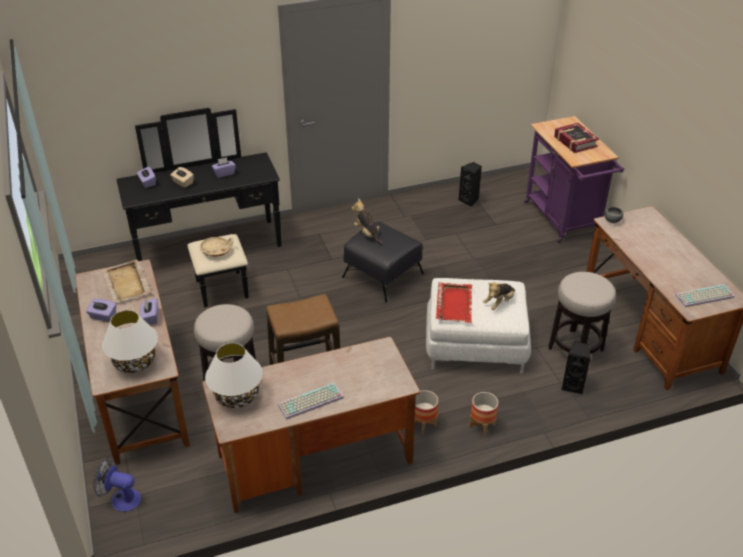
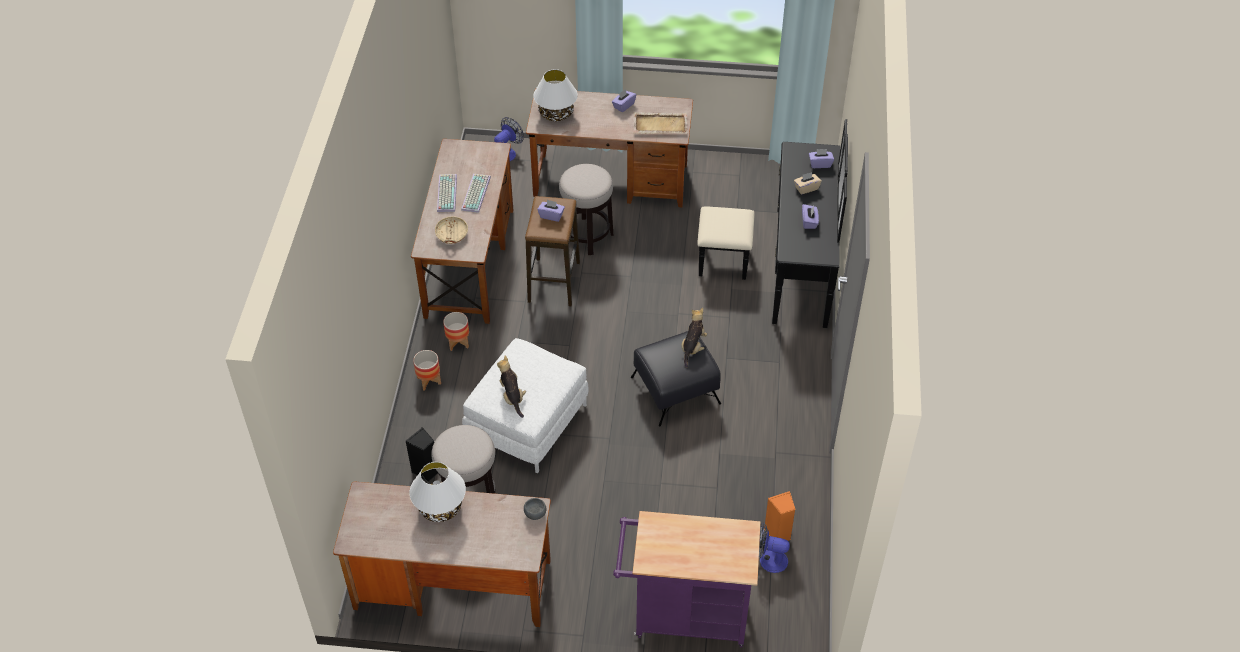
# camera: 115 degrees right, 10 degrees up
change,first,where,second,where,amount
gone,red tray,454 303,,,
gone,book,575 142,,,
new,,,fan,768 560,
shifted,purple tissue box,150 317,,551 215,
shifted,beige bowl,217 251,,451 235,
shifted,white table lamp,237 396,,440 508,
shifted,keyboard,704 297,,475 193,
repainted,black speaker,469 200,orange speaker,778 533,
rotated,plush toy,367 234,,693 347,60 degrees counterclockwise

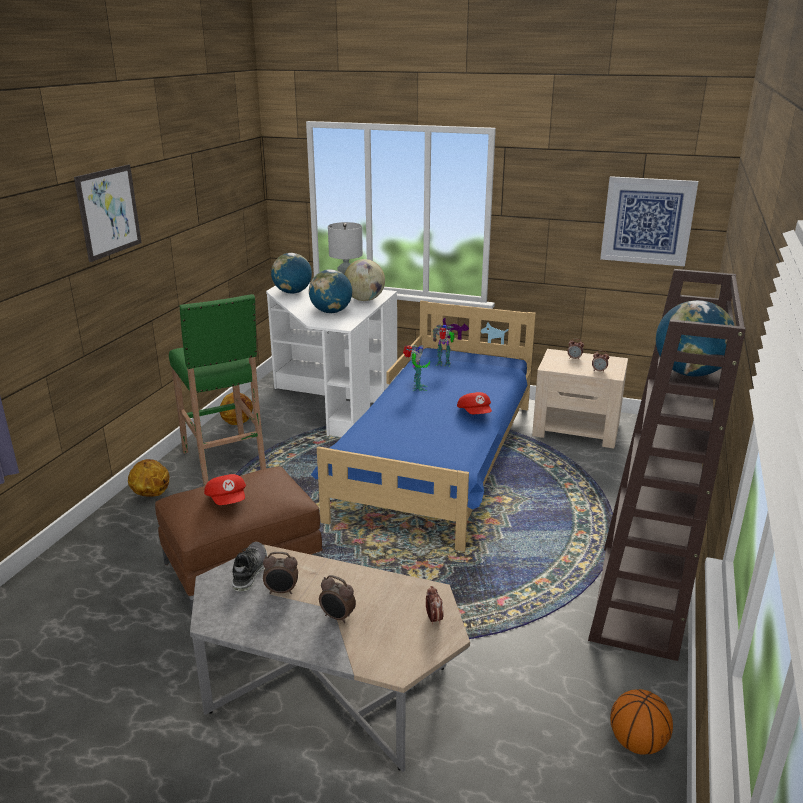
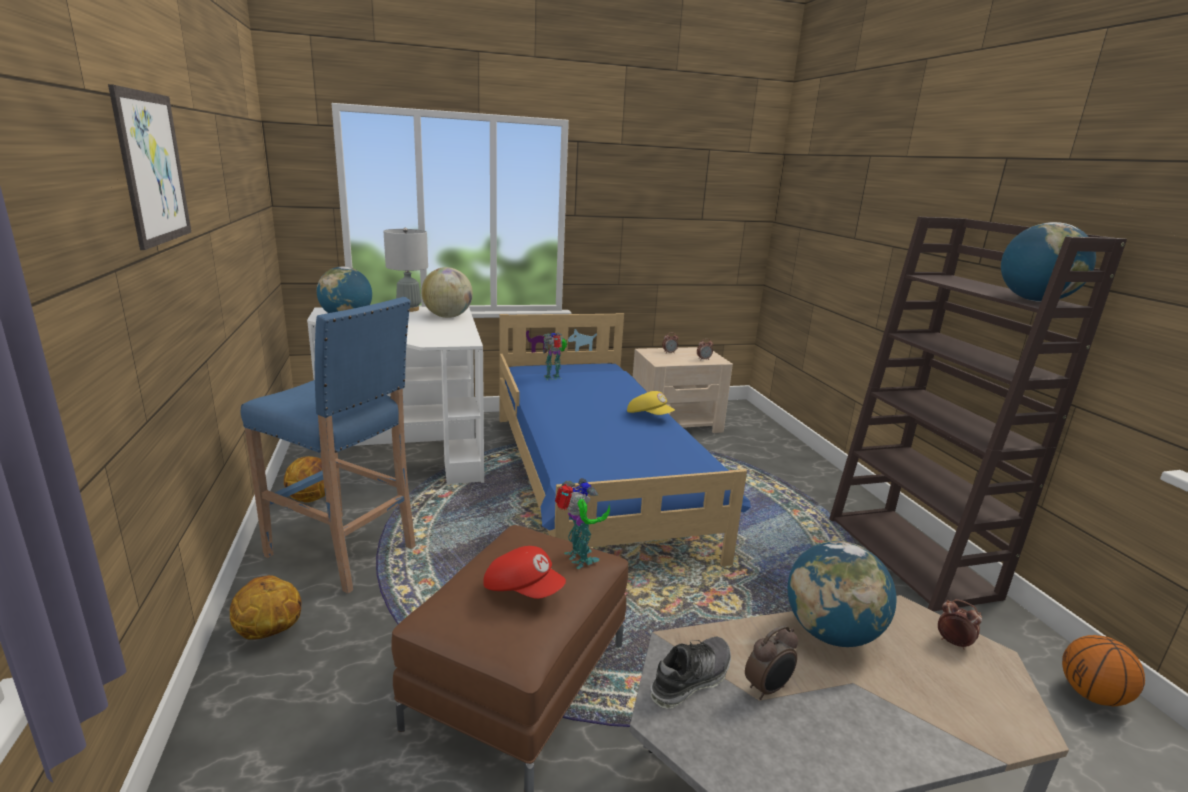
# camera: 35 degrees left, 5 degrees down
change,first,where,second,where,amount
gone,alarm clock,337 617,,,
gone,picture,647 221,,,
shifted,globe,331 312,,831 633,
shifted,toy robot,417 388,,579 559,
repainted,green stool,225 462,blue stool,344 552,
repainted,red cap,475 413,yellow cap,649 416,
rotated,shoe,250 571,,691 679,75 degrees clockwise

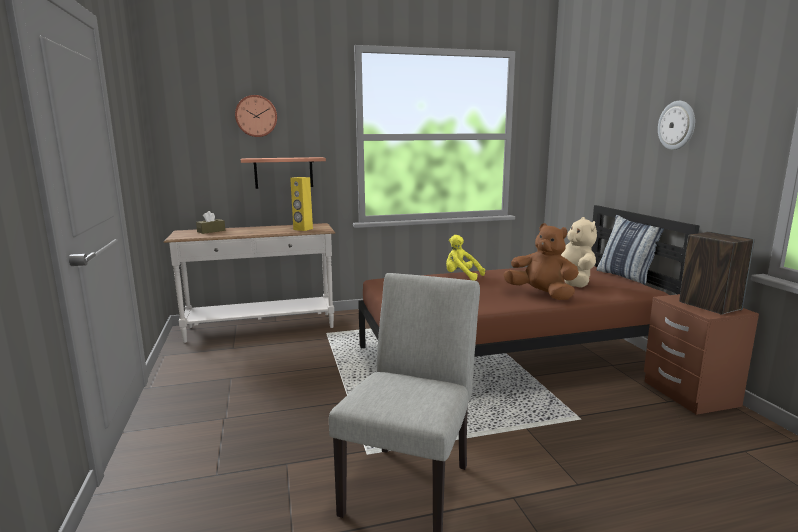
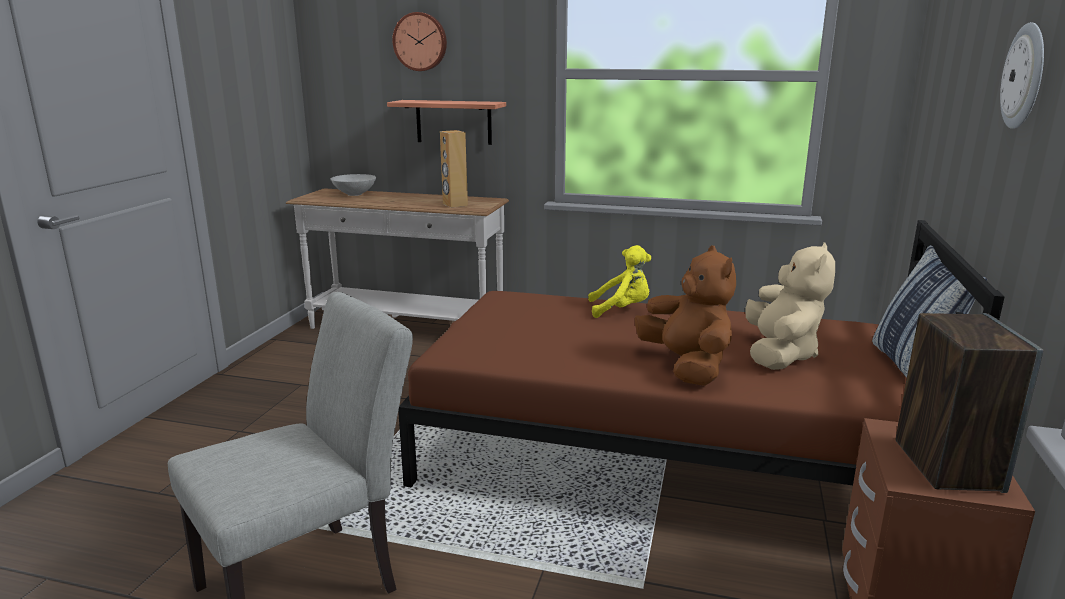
# camera: 30 degrees right, 5 degrees up
change,first,where,second,where,amount
swapped,brown tissue box,211 231,grey bowl,354 194,
repainted,yellow speaker,303 229,brown speaker,454 204,
rotated,yellow plush toy,461 276,,621 310,120 degrees clockwise

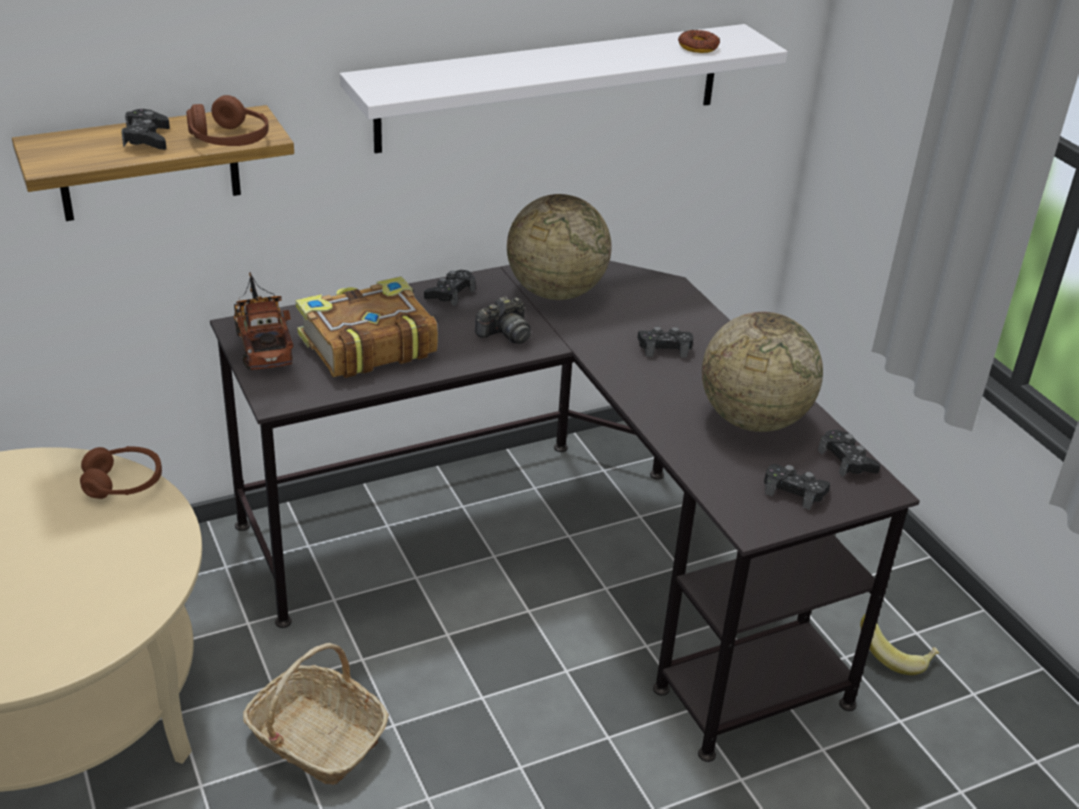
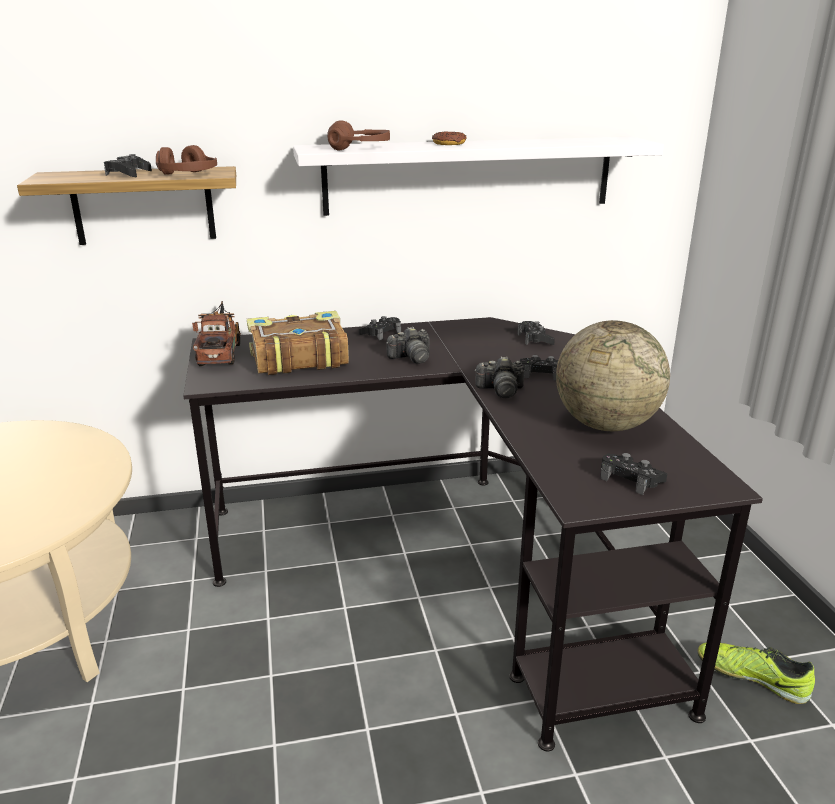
# camera: 15 degrees right, 10 degrees down
change,first,where,second,where,amount
gone,basket,316 739,,,
gone,globe,555 292,,,
new,,,photo camera,500 390,
shifted,brown headphones,123 483,,359 148,
shifted,donut,698 47,,449 143,
shifted,black game controller,847 460,,535 339,
swapped,banana,895 656,shoe,751 677,

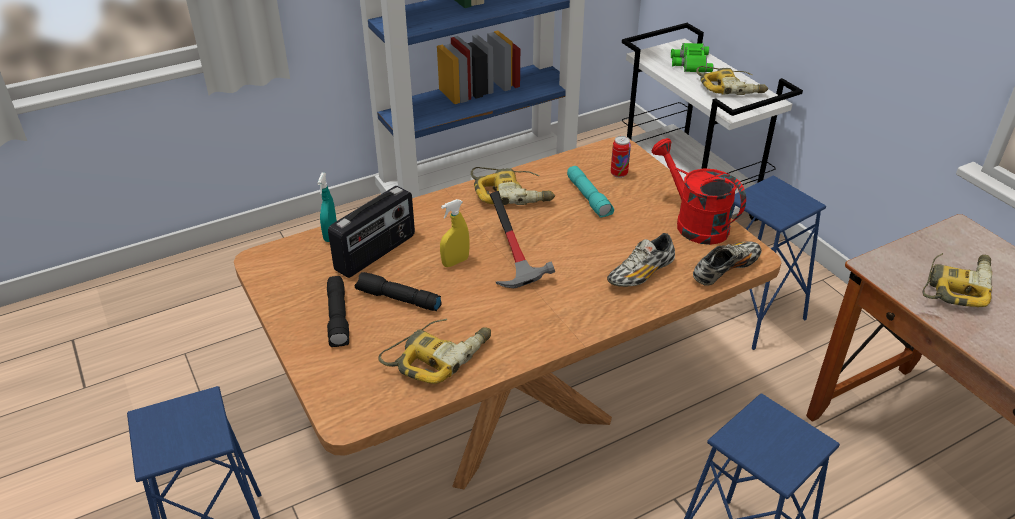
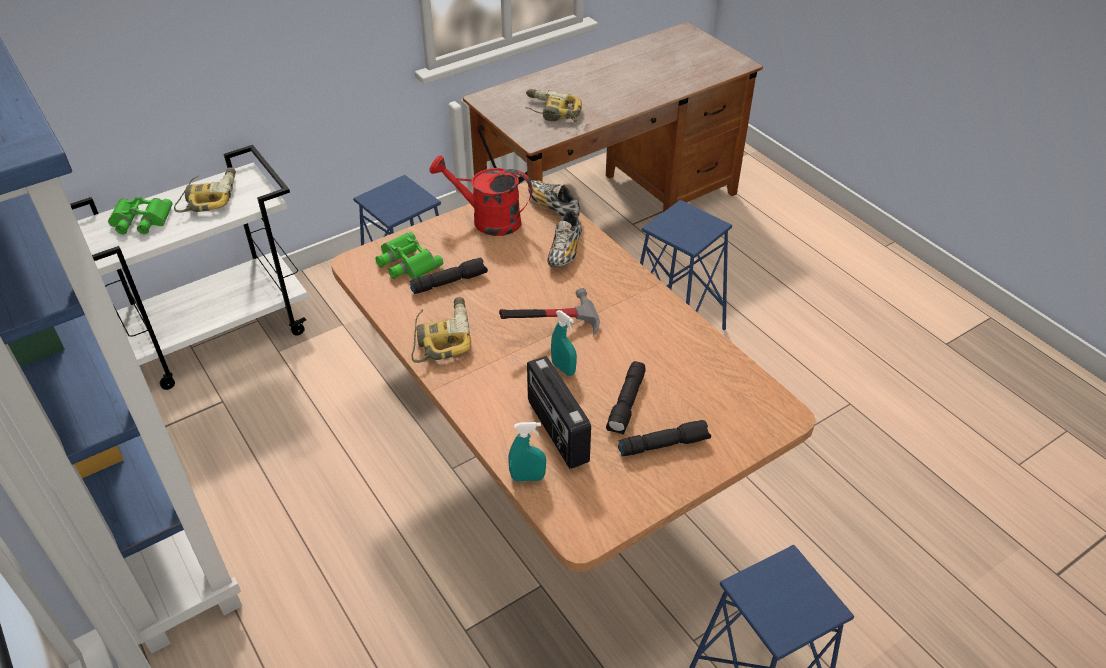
# camera: 95 degrees left, 5 degrees up
change,first,where,second,where,amount
gone,power drill,438 355,,,
swapped,can,619 174,green binoculars,406 262,
repainted,yellow spray bottle,455 262,turquoise spray bottle,563 368,
repainted,turquoise flashlight,589 198,black flashlight,449 282,
rotated,radio,376 253,,556 431,150 degrees counterclockwise
rotated,shoe,641 274,,565 251,60 degrees clockwise
rotated,red watering can,694 223,,487 220,60 degrees clockwise

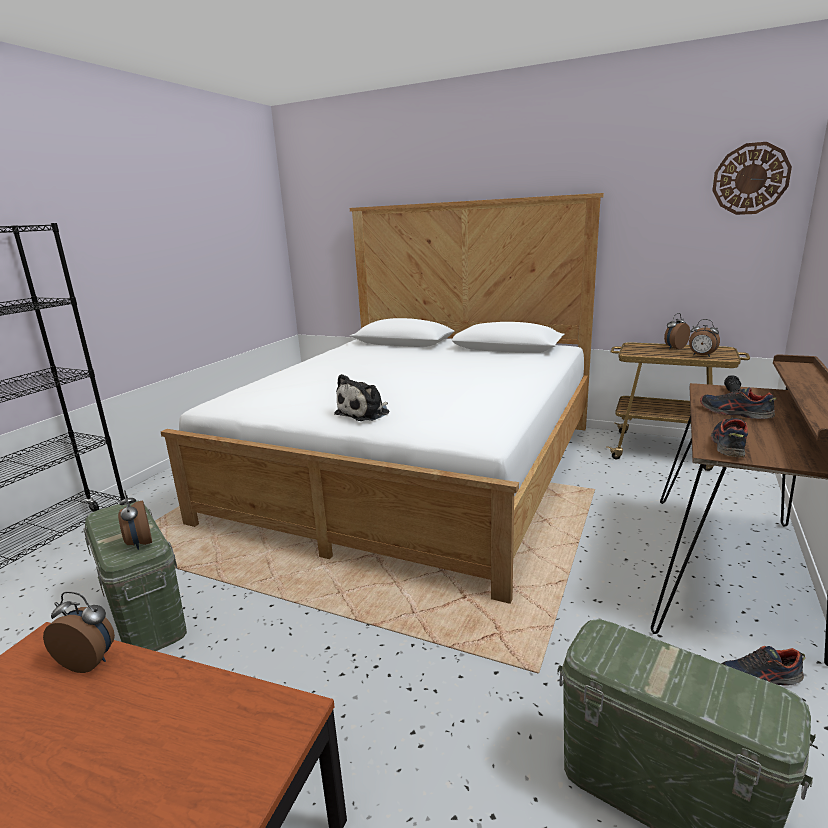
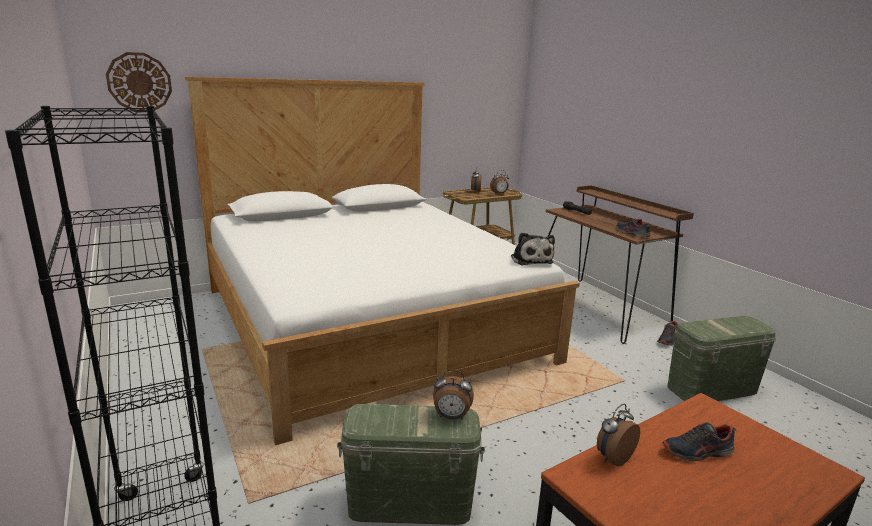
# camera: 55 degrees left, 0 degrees up
change,first,where,second,where,amount
shifted,plush toy,365 413,,531 260,
shifted,shoe,734 413,,697 452,
shifted,wall clock,750 179,,139 82,

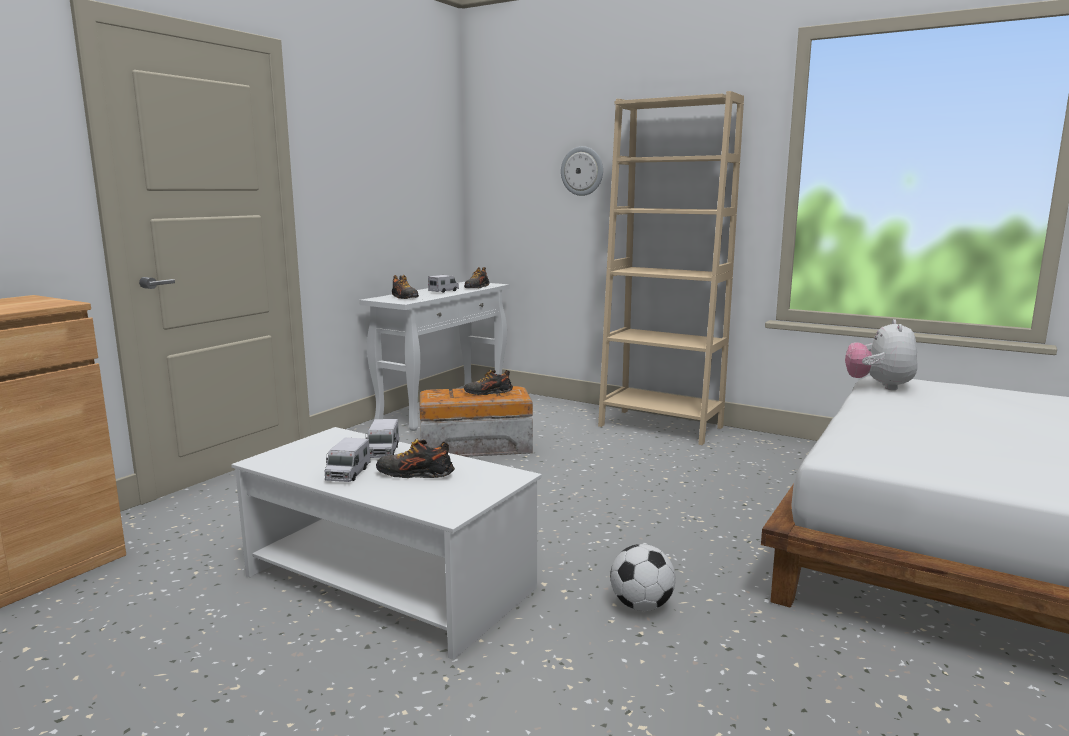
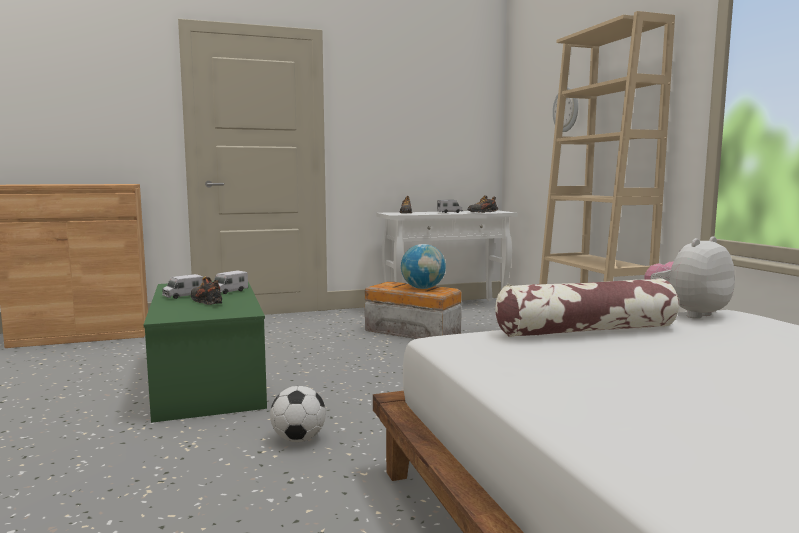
# camera: 40 degrees right, 5 degrees down
change,first,where,second,where,amount
new,,,pillow,585 330,
swapped,shoe,488 393,globe,423 288,
repainted,white coffee table,390 582,green coffee table,208 381,

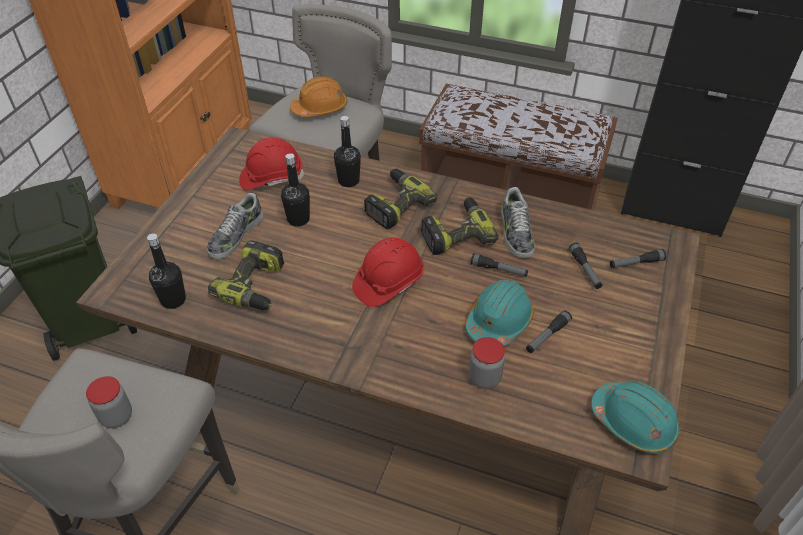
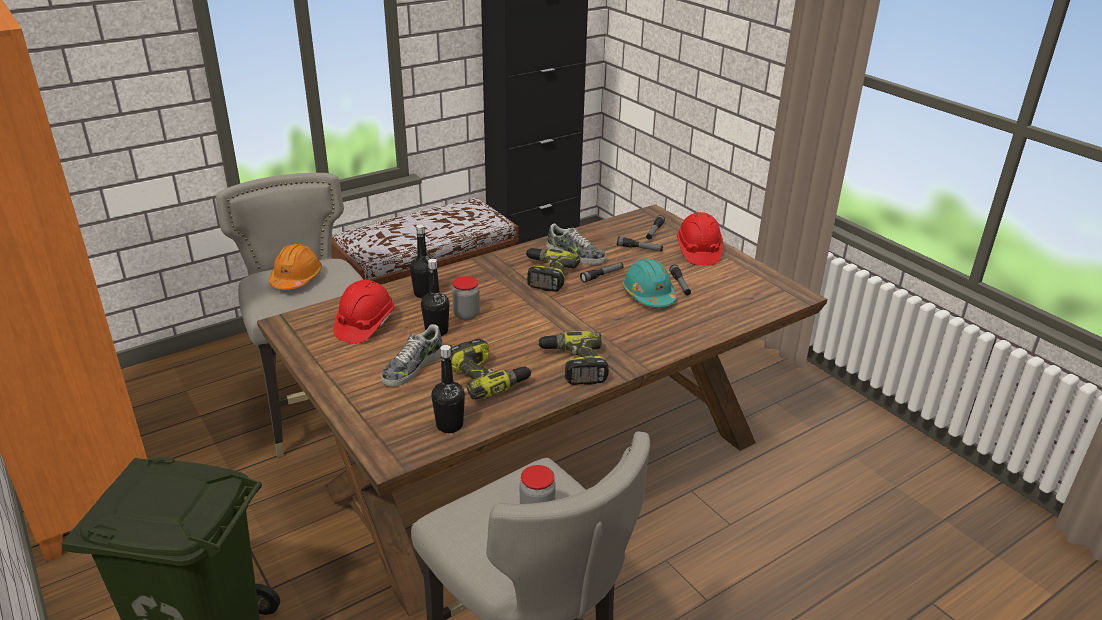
# camera: 55 degrees left, 15 degrees down
change,first,where,second,where,amount
gone,turquoise hard hat,633 422,,,
shifted,red hard hat,388 282,,698 252,
shifted,power drill,395 204,,573 365,
shifted,jar,484 378,,466 315,
rotated,shoe,235 235,,412 367,60 degrees clockwise

